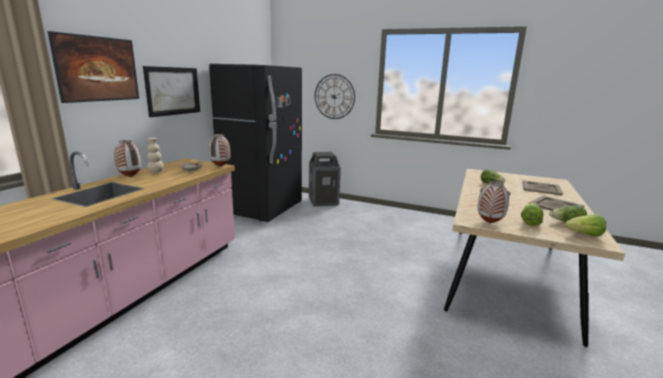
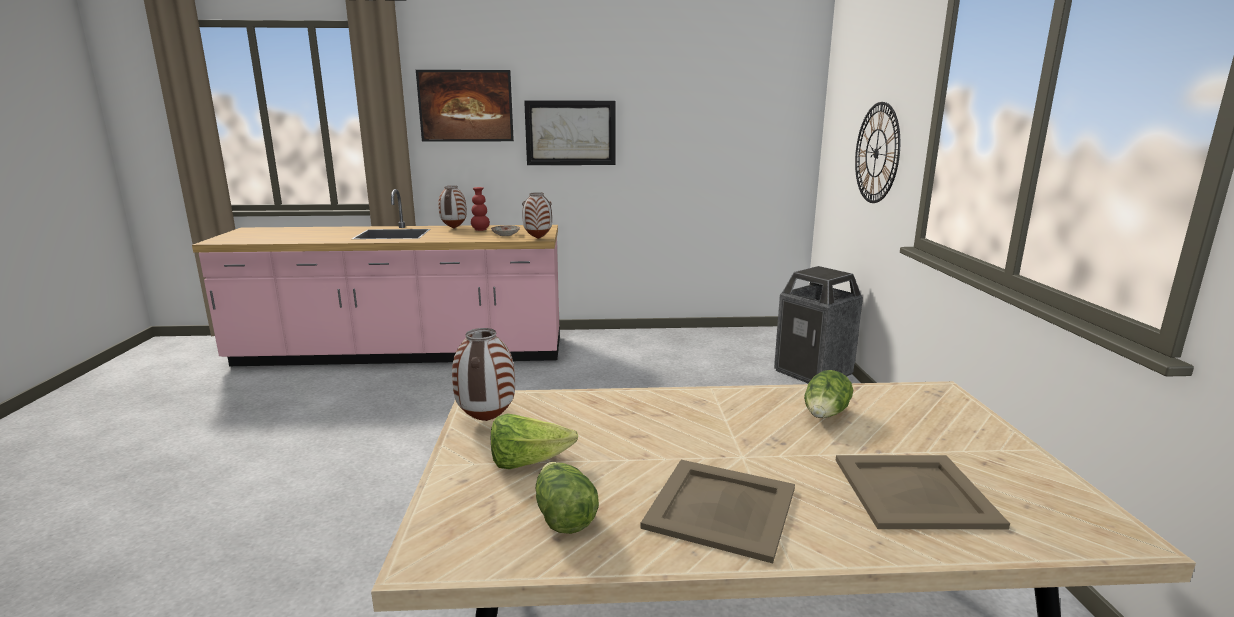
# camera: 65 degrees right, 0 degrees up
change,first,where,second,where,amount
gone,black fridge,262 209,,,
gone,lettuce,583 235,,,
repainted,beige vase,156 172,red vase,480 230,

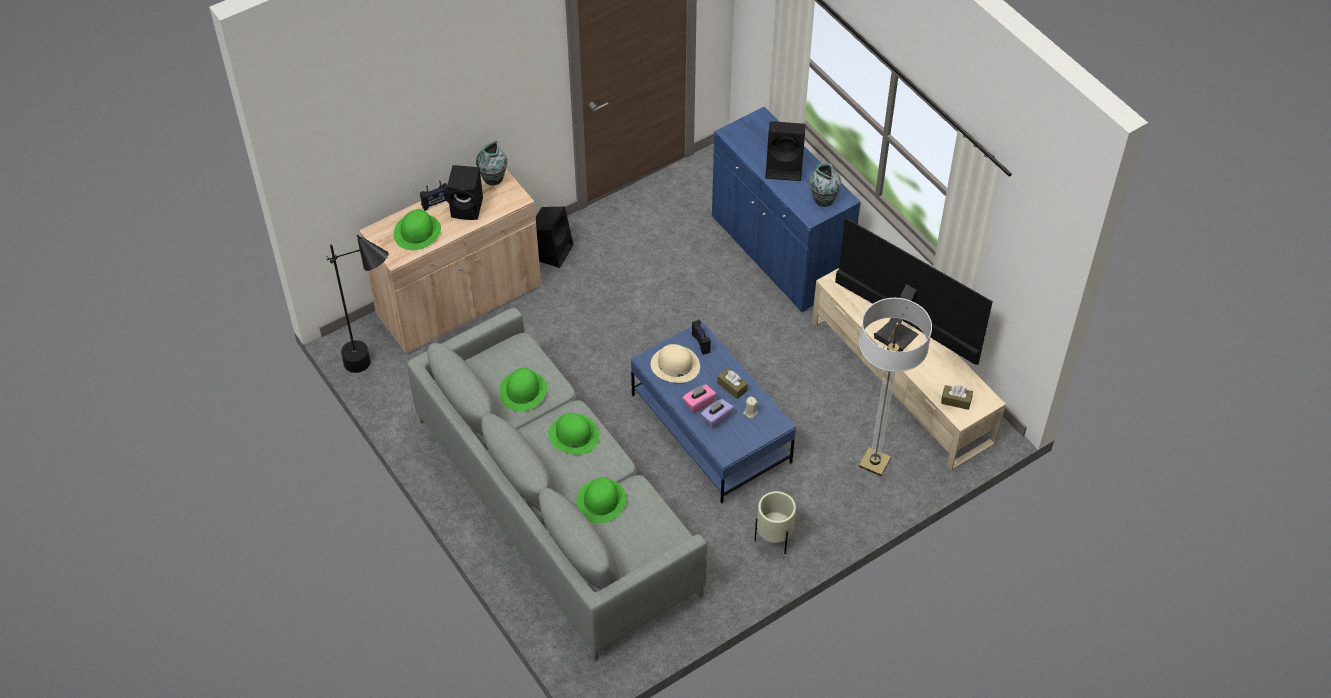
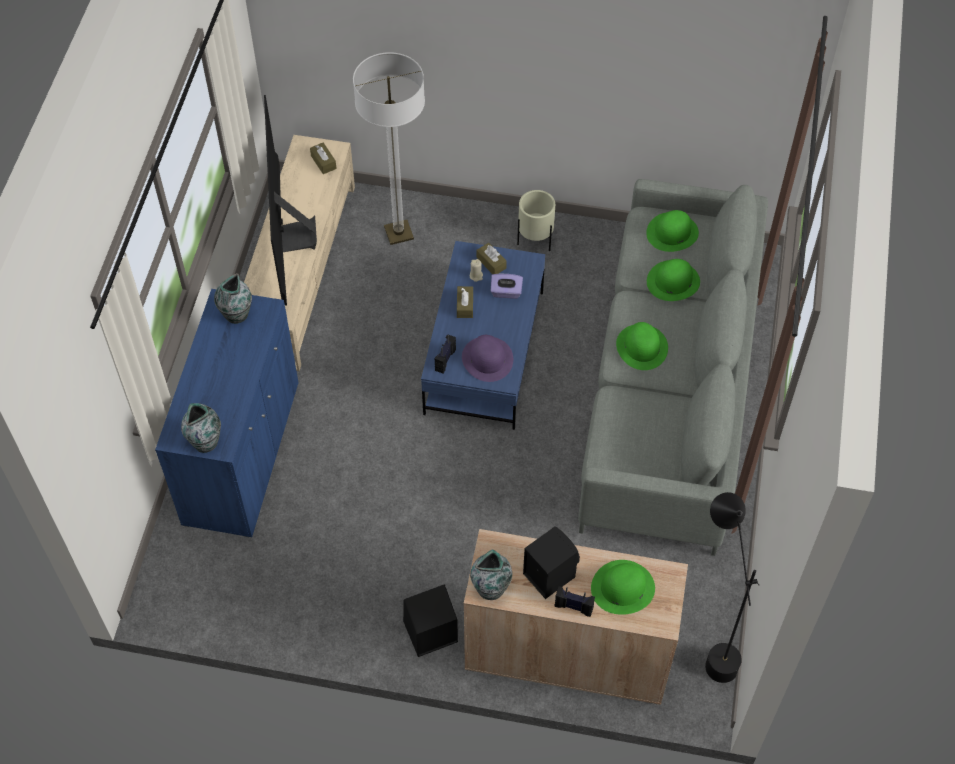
# camera: 135 degrees left, 5 degrees up
change,first,where,second,where,amount
gone,pink tissue box,698 403,,,
gone,black speaker,785 167,,,
new,,,vase,206 441,
new,,,brown tissue box,491 263,
shifted,green hat,523 391,,672 232,
repainted,beige hat,675 365,purple hat,487 359,

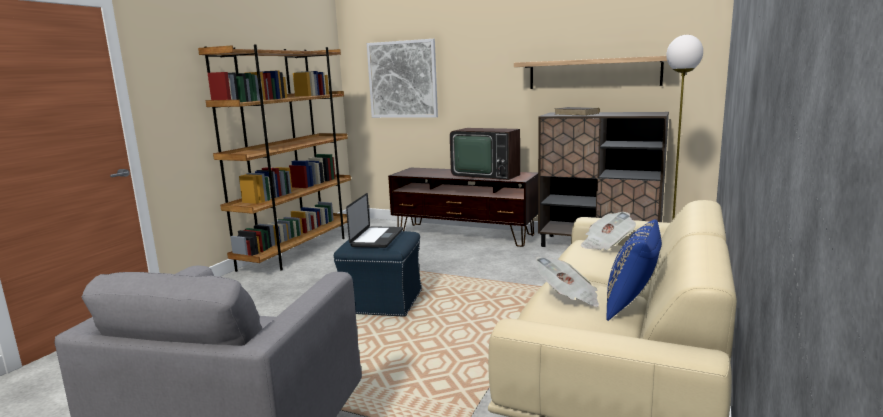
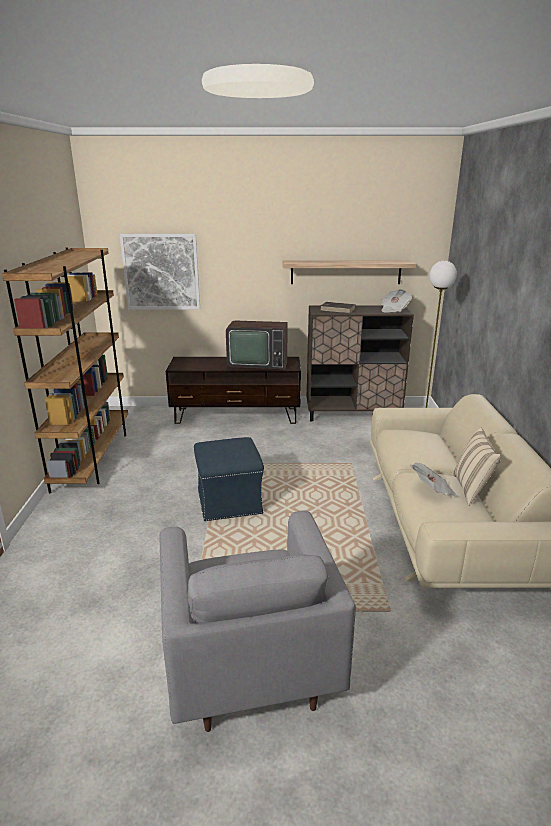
# camera: 25 degrees left, 10 degrees up
change,first,where,second,where,amount
gone,laptop,377 238,,,
shifted,newspaper,606 244,,394 310,
repainted,blue pillow,632 306,beige pillow,472 489,

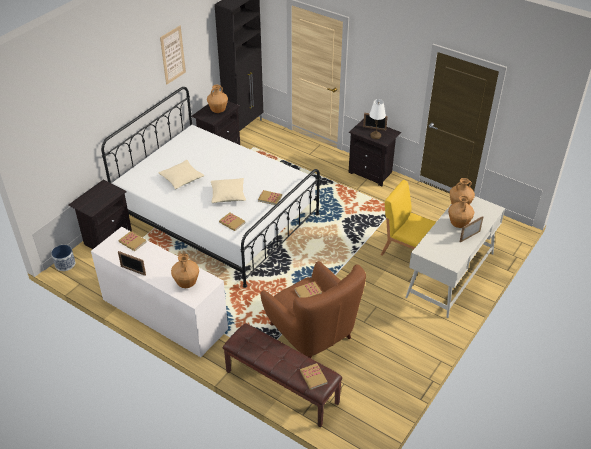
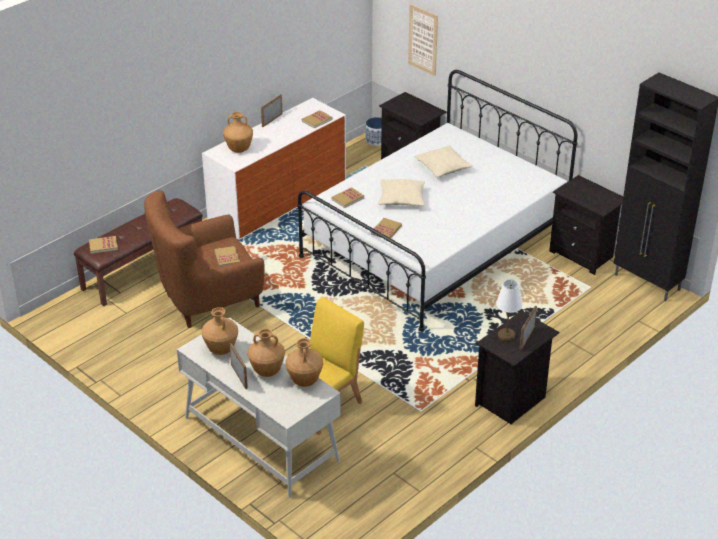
# camera: 100 degrees right, 5 degrees down
change,first,where,second,where,amount
shifted,picture,172 55,,423 39,
shifted,brown vase,218 111,,221 349,

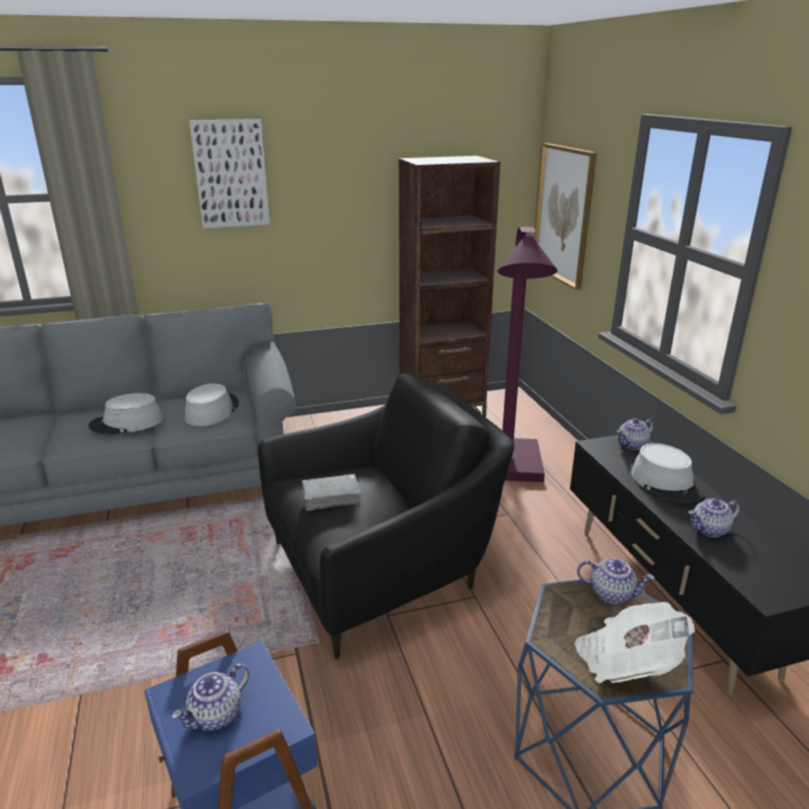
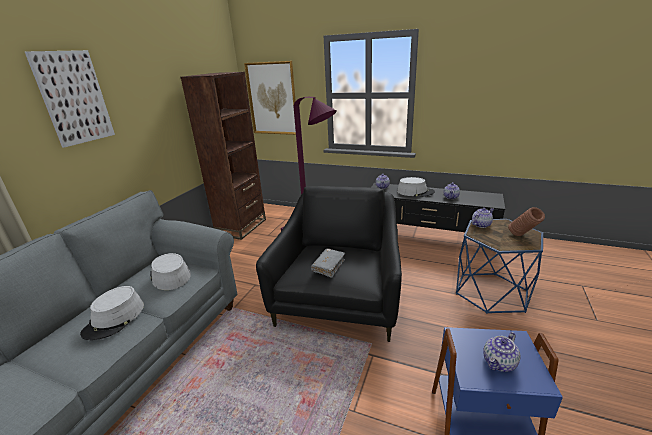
# camera: 50 degrees left, 0 degrees up
change,first,where,second,where,amount
swapped,newspaper,627 661,brown vase,522 237,
rotated,teapot,216 716,,499 363,60 degrees clockwise

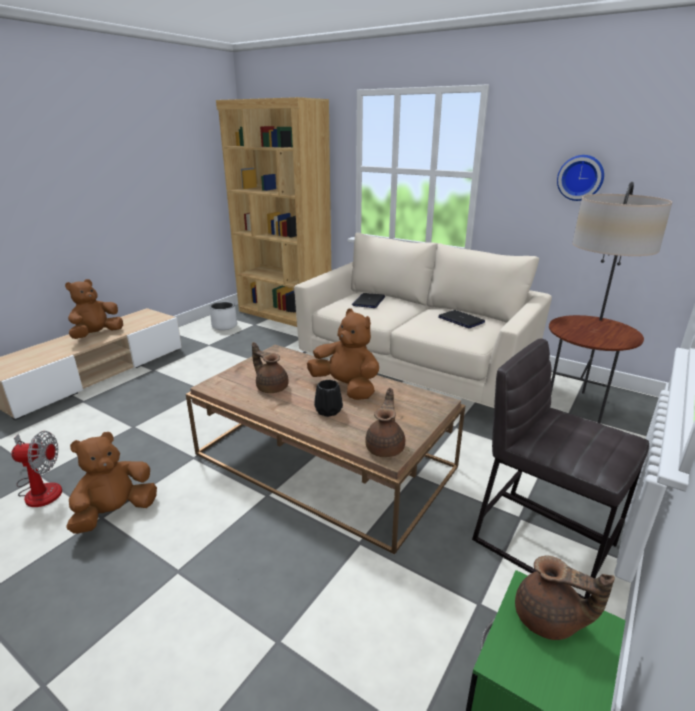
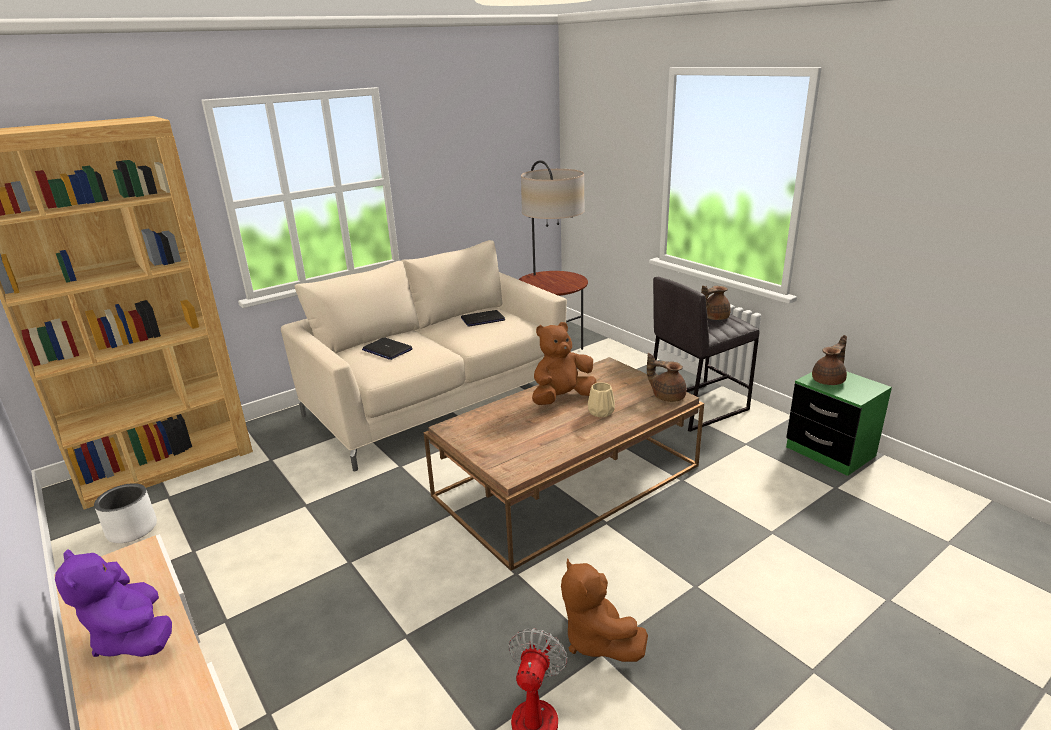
# camera: 70 degrees left, 0 degrees up
change,first,where,second,where,amount
gone,wall clock,580 177,,,
shifted,brown teapot,271 387,,713 317,
repainted,brown plush toy,97 335,purple plush toy,133 637,
repainted,black vase,327 410,beige vase,600 412,

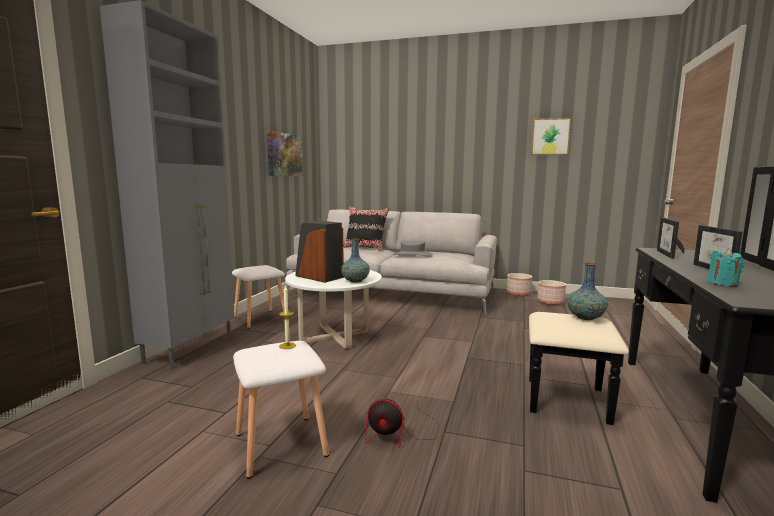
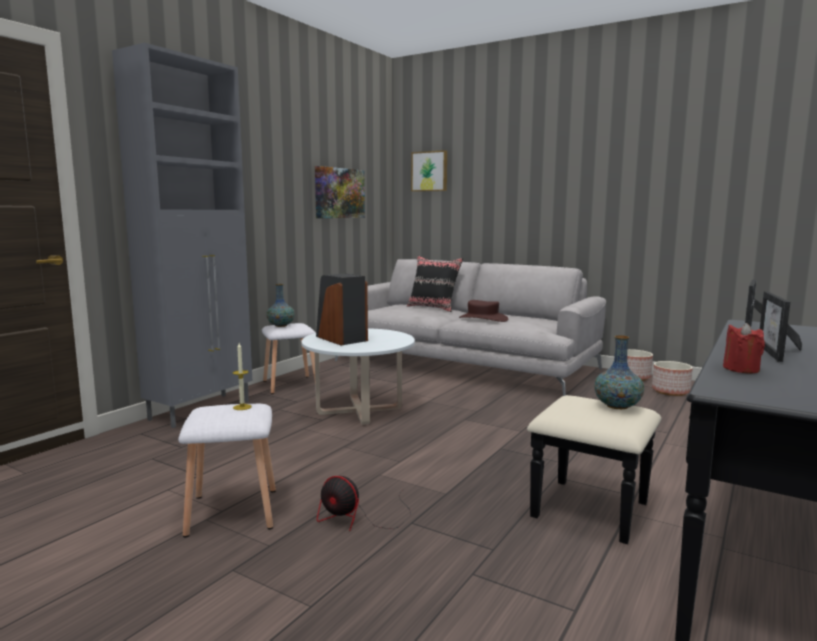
# camera: 15 degrees right, 0 degrees up
change,first,where,second,where,amount
shifted,vase,355 281,,281 325,
shifted,picture,550 137,,430 171,
repainted,grey hat,412 255,brown hat,483 319,
repainted,turquoise candle,723 283,red candle,741 369,

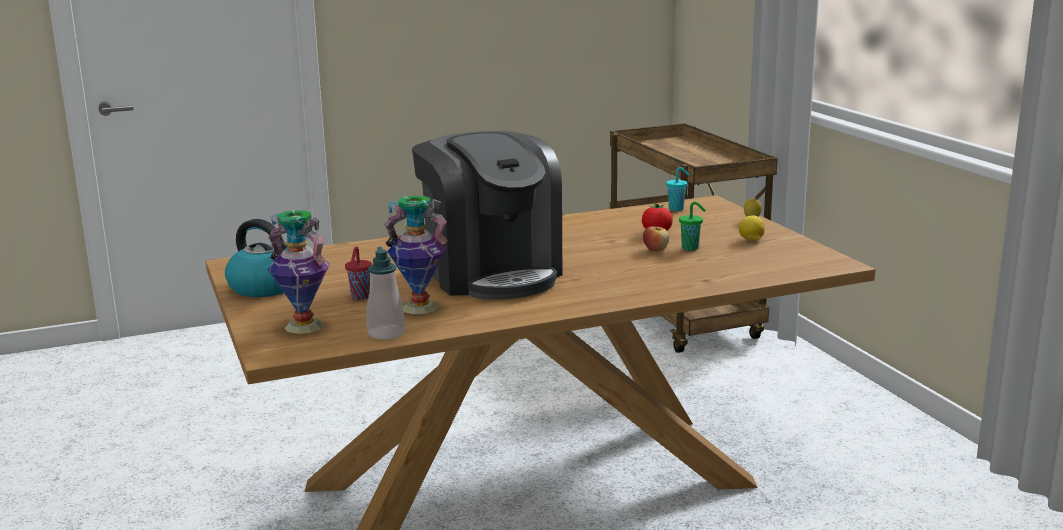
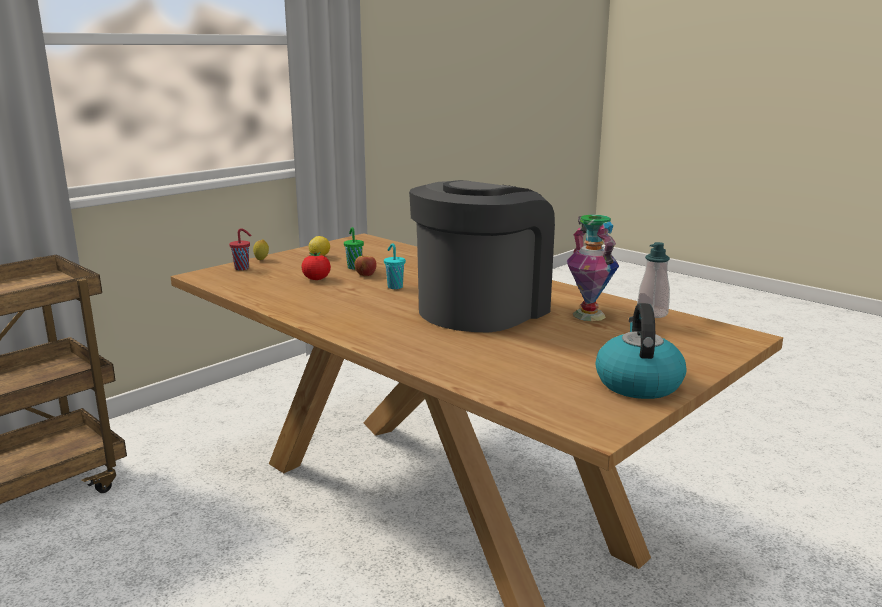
# camera: 115 degrees left, 0 degrees up
change,first,where,second,where,amount
gone,vase,303 326,,,
shifted,red cup,360 297,,243 268,
shifted,turquoise cup,677 209,,394 287,

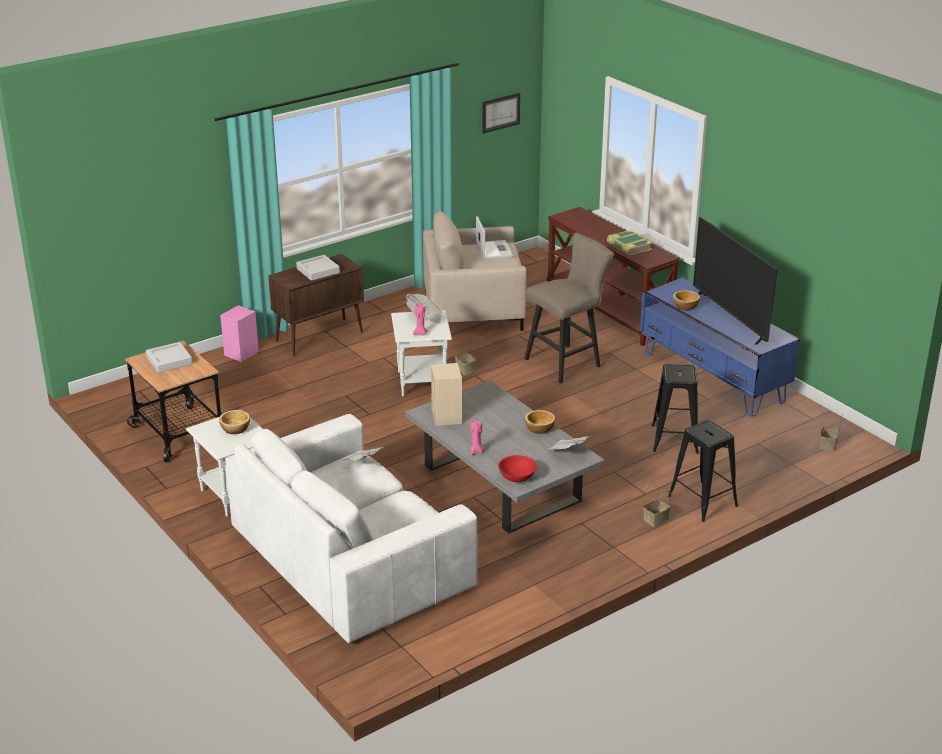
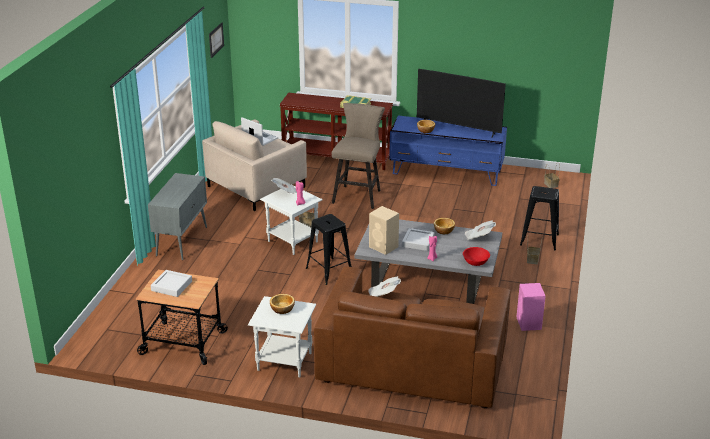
# camera: 40 degrees left, 0 degrees up
change,first,where,second,where,amount
shifted,pink speaker,240 353,,529 323,
shifted,grey tray,318 271,,418 242,
shifted,black stool,674 439,,329 271,
repainted,white sofa,349 558,brown sofa,412 362,
repainted,brown cabinet,320 336,grey cabinet,182 241,

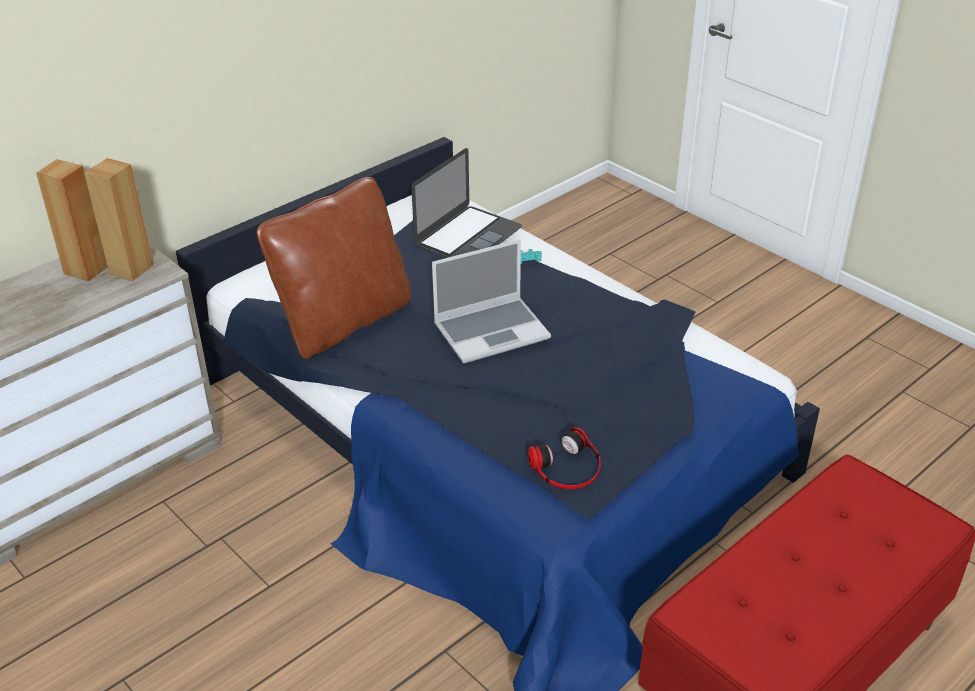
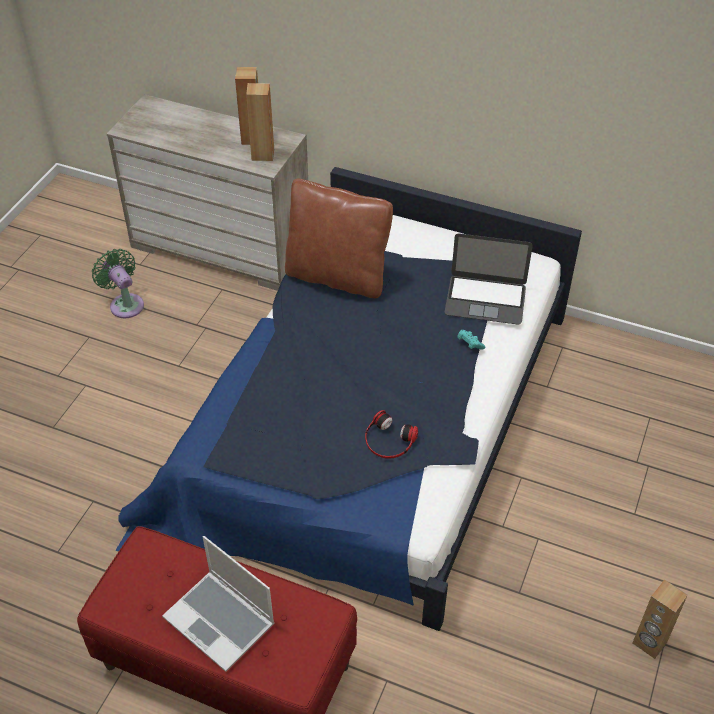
# camera: 65 degrees right, 10 degrees up
change,first,where,second,where,amount
new,,,green fan,125 304,
new,,,brown speaker,649 643,
shifted,laptop,492 331,,221 621,
shifted,headphones,567 468,,388 440,

